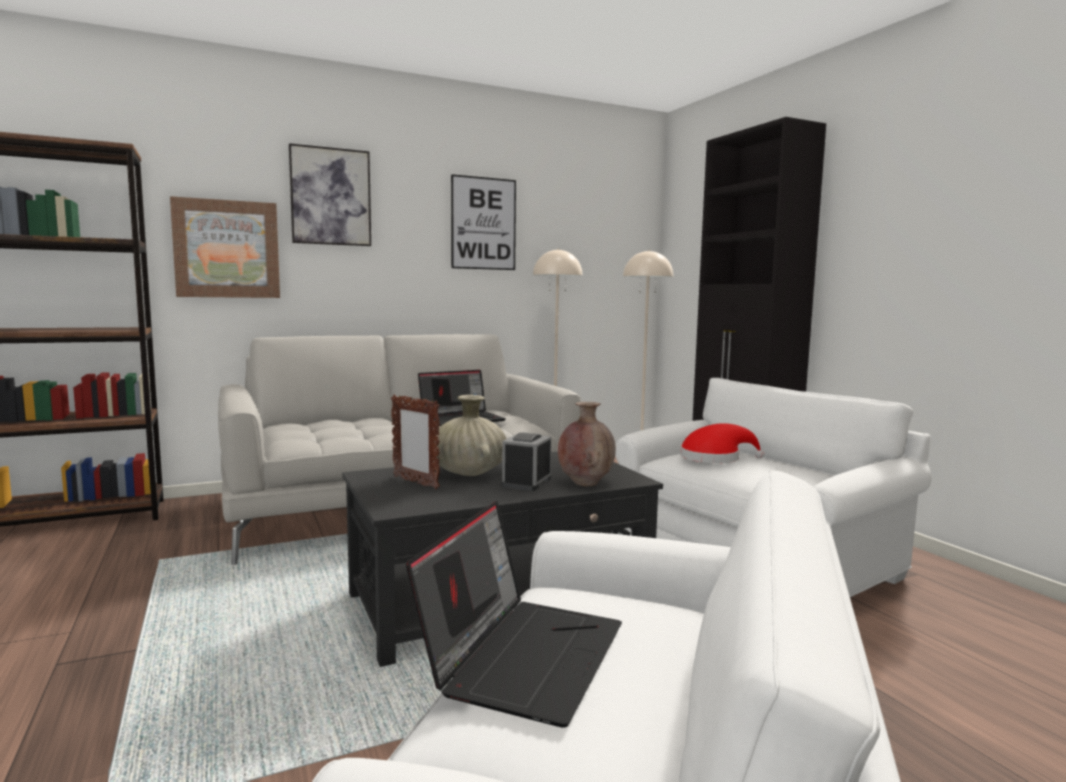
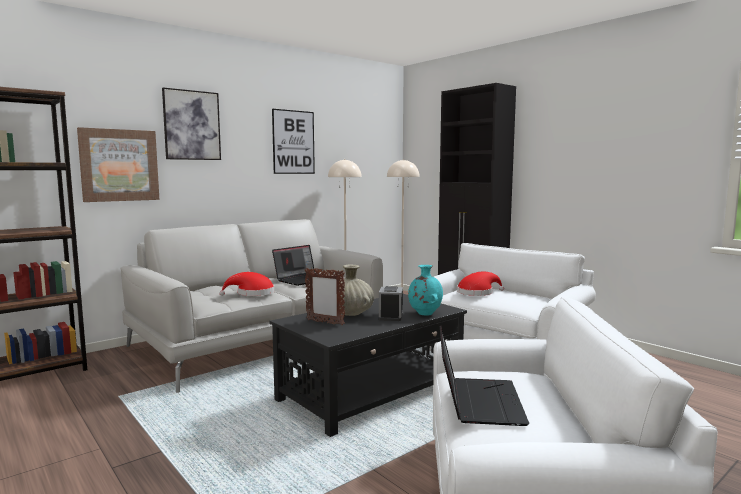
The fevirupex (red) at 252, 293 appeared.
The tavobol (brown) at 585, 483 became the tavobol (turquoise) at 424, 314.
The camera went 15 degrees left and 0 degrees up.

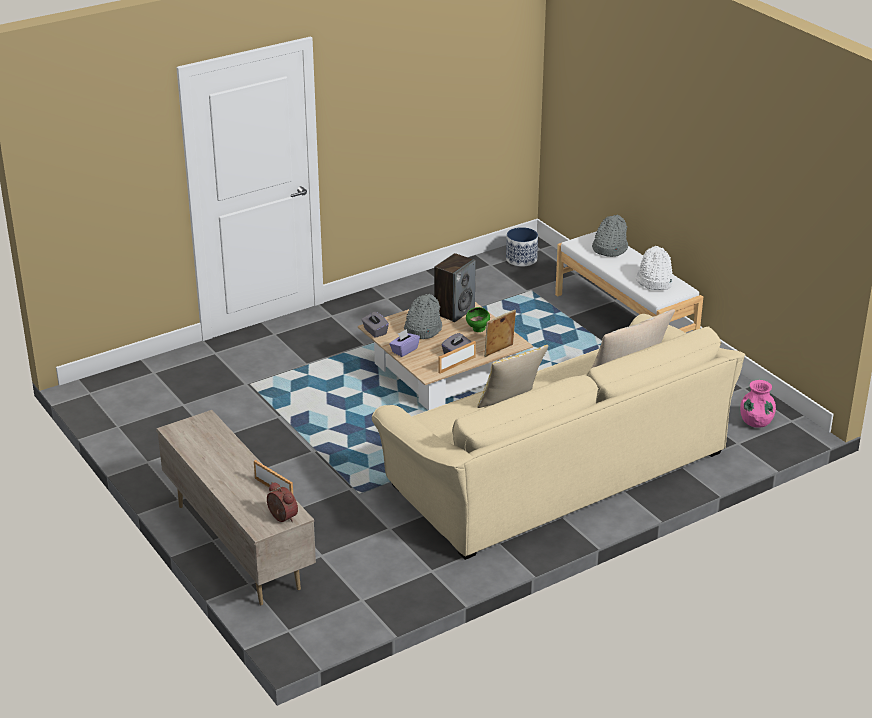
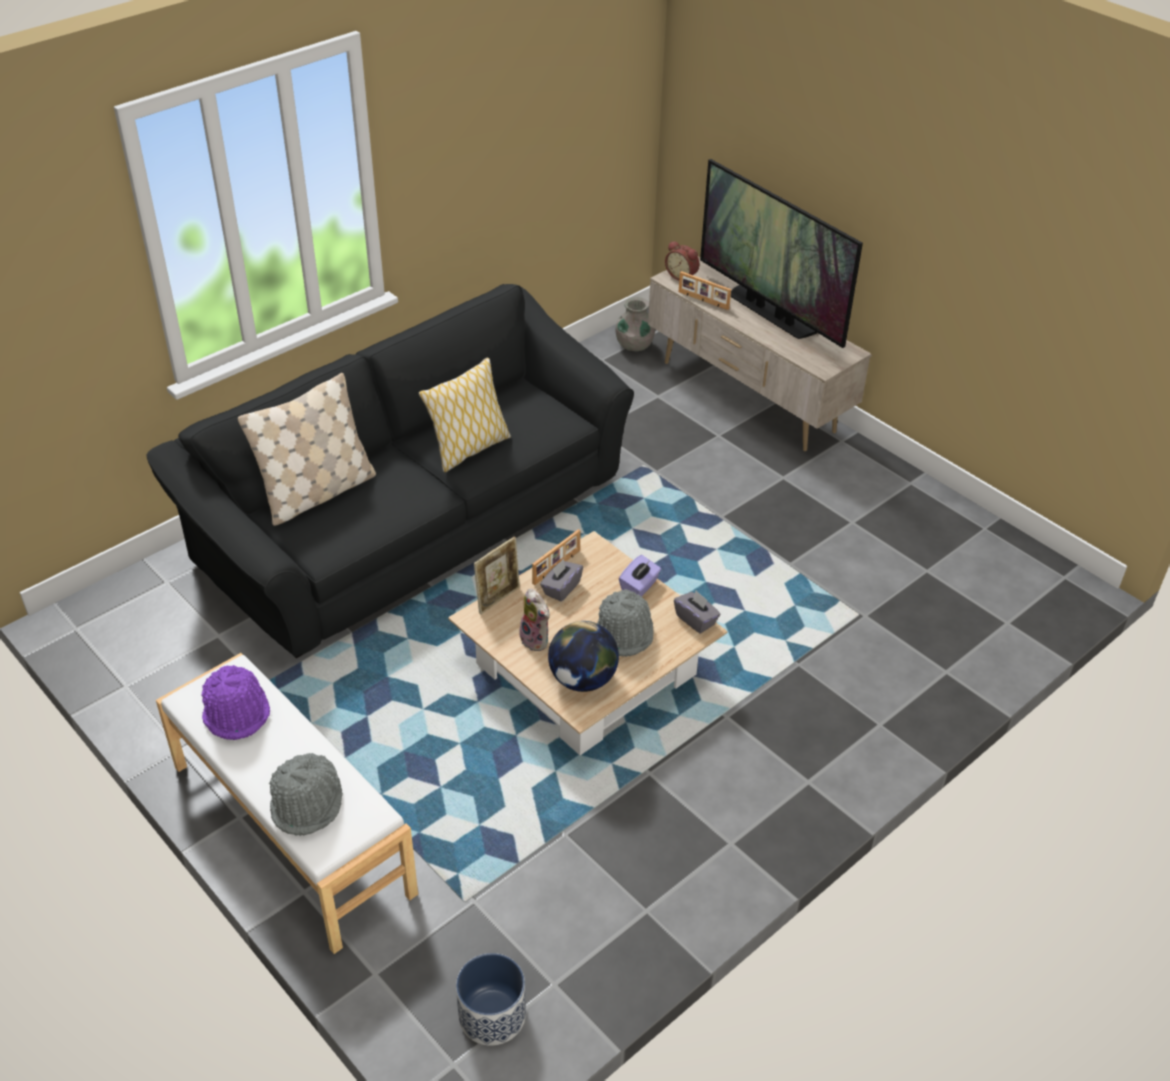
The tavobol (pink) at 755, 422 disappeared.
The tavobol (grey) at 634, 345 appeared.
The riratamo at 770, 313 appeared.
The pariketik at 454, 311 was replaced by the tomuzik at 583, 680.
The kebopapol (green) at 478, 330 was replaced by the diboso at 537, 640.
The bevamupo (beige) at 555, 468 became the bevamupo (black) at 413, 520.
The fevirupex (white) at 654, 281 became the fevirupex (purple) at 237, 712.
The camera went 170 degrees right and 10 degrees up.

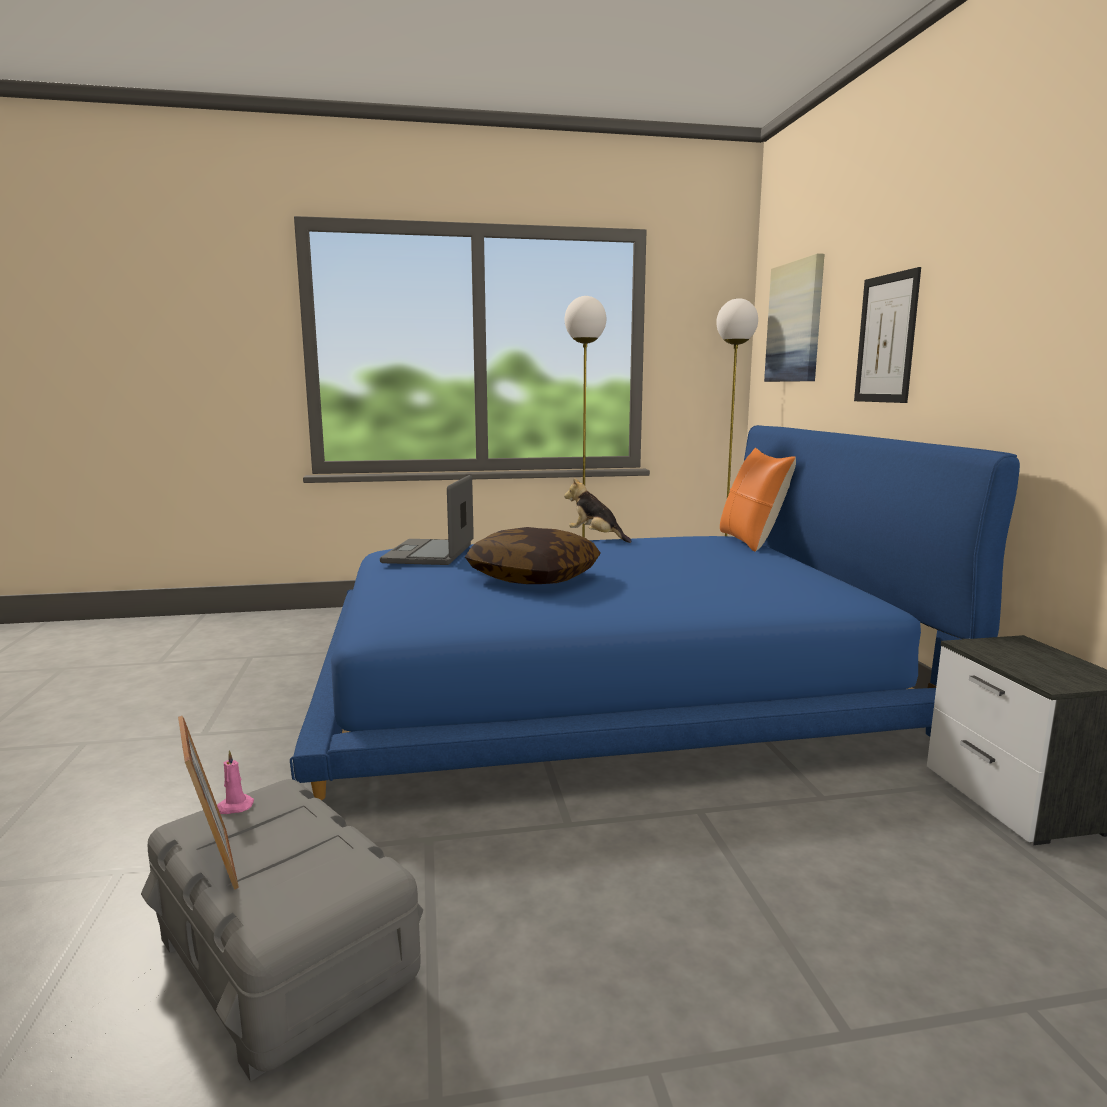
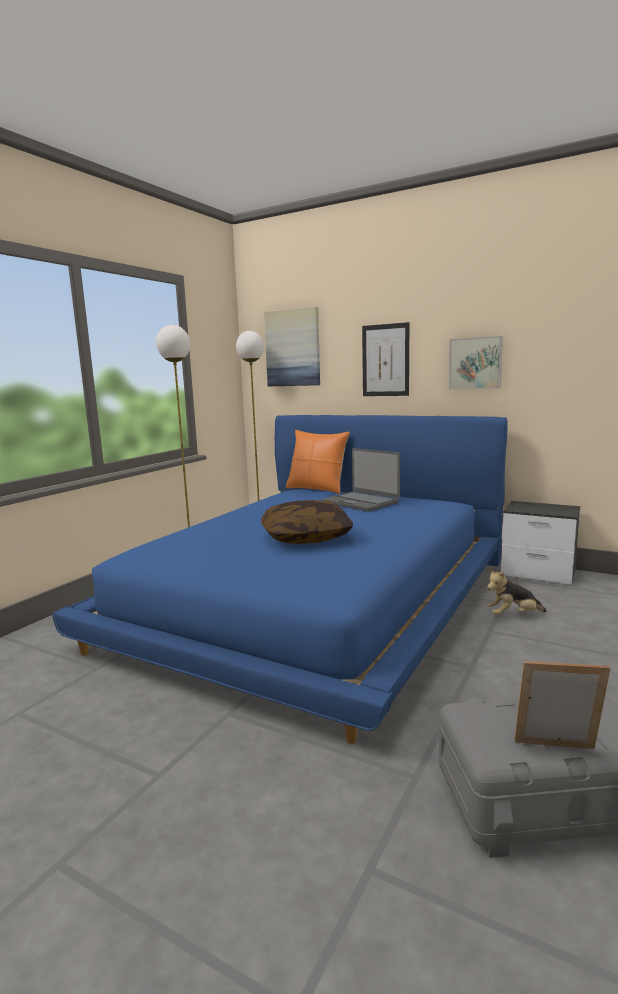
The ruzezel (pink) at 233, 807 disappeared.
The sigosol at 475, 363 appeared.
The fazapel moved from 430, 554 to 361, 502.
The diboso moved from 596, 537 to 513, 615.
The camera went 50 degrees left and 0 degrees up.

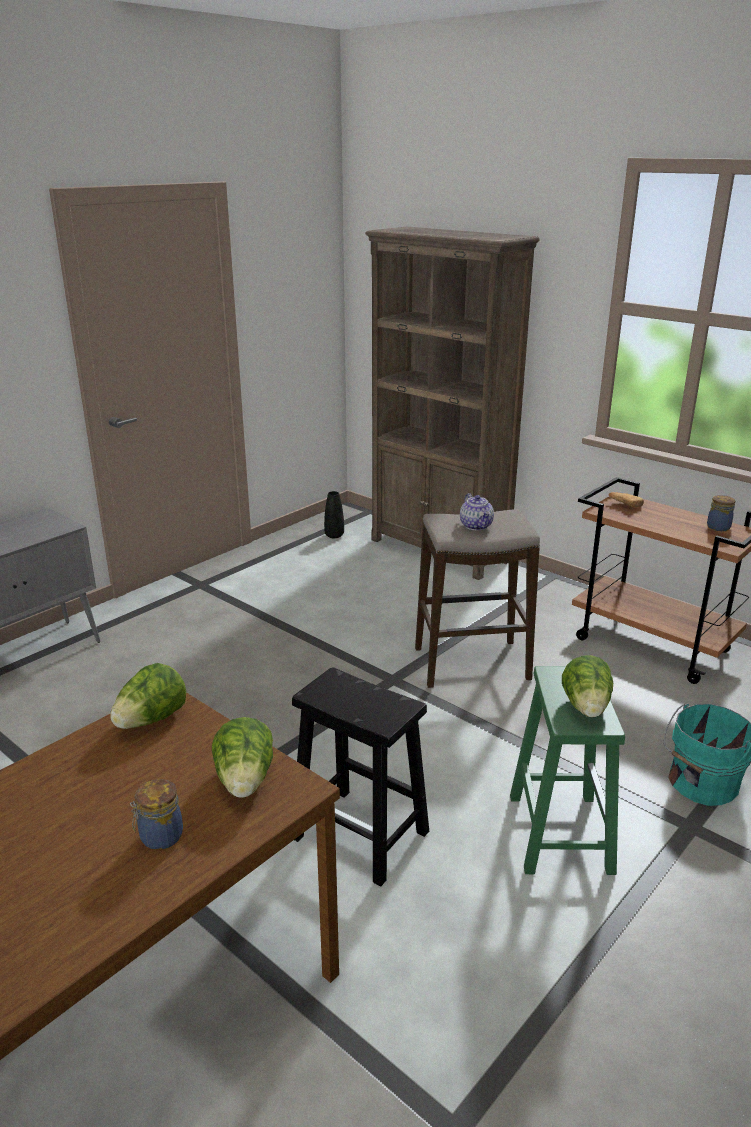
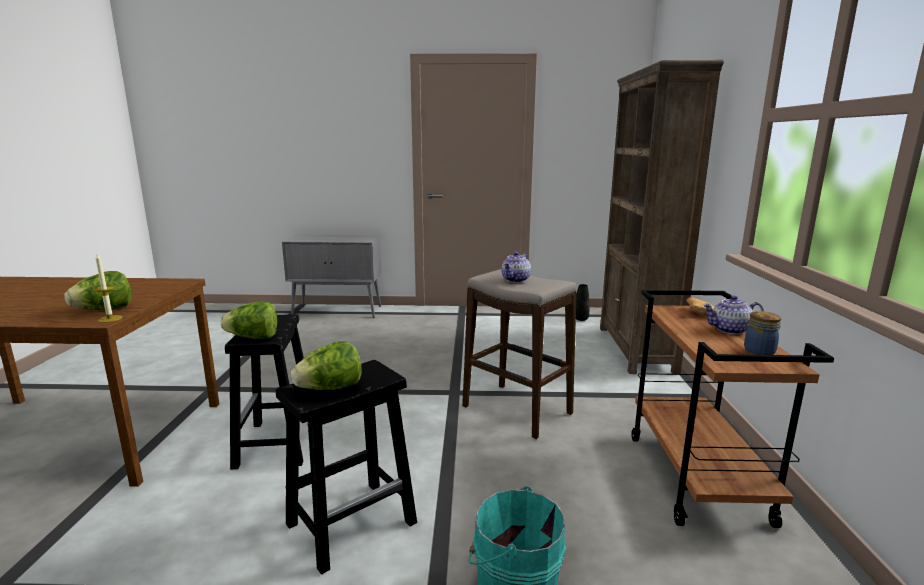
The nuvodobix at 159, 837 disappeared.
The ruzezel at 110, 319 appeared.
The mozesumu at 729, 330 appeared.
The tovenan moved from 151, 720 to 253, 338.
The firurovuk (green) at 559, 831 became the firurovuk (black) at 353, 522.
The camera went 50 degrees right and 10 degrees down.

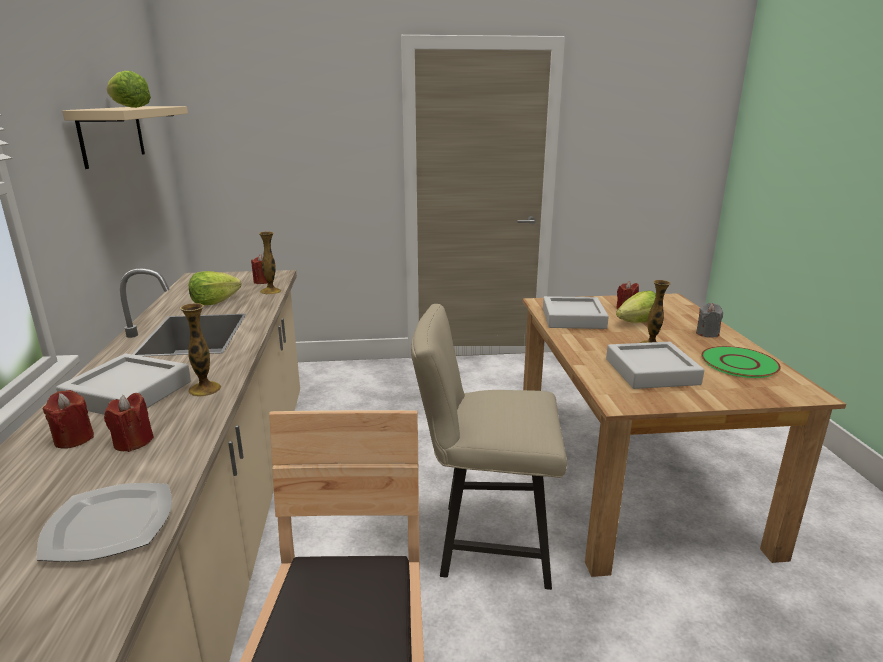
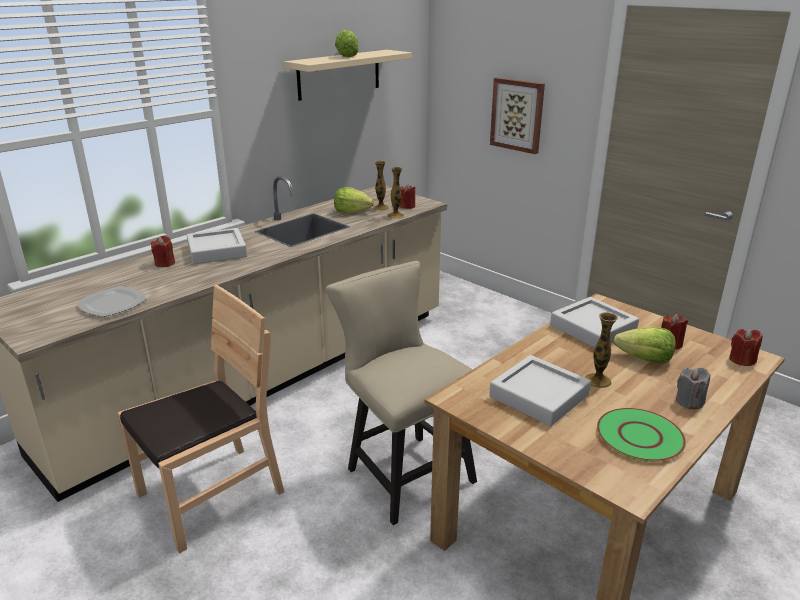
The sigosol at 517, 115 appeared.
The ruzezel (red) moved from 133, 442 to 742, 360.
The tavobol moved from 204, 389 to 381, 207.
The camera went 50 degrees right and 5 degrees up.

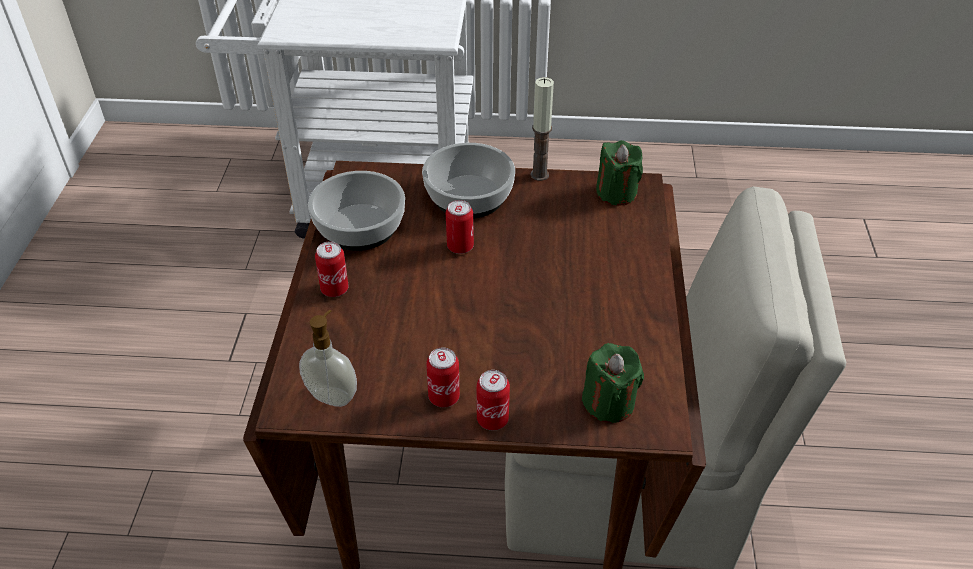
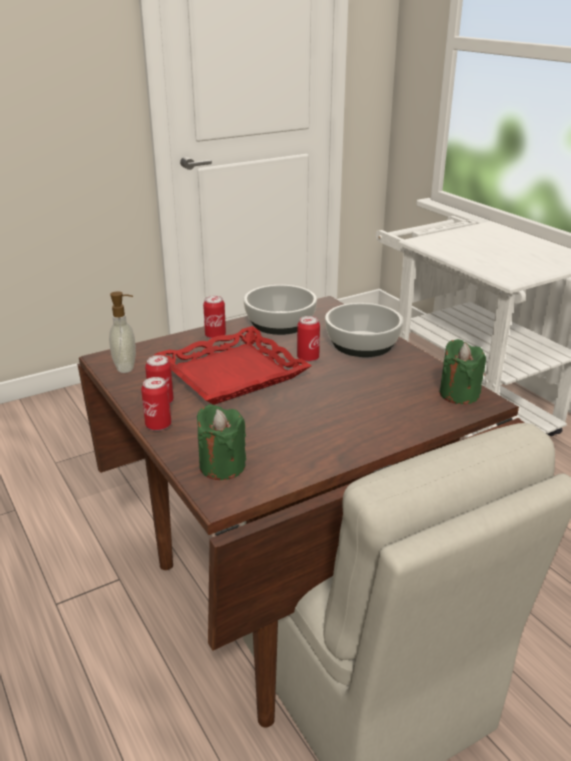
The ruzezel at 539, 175 disappeared.
The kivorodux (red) at 232, 374 appeared.
The camera went 55 degrees right and 15 degrees down.

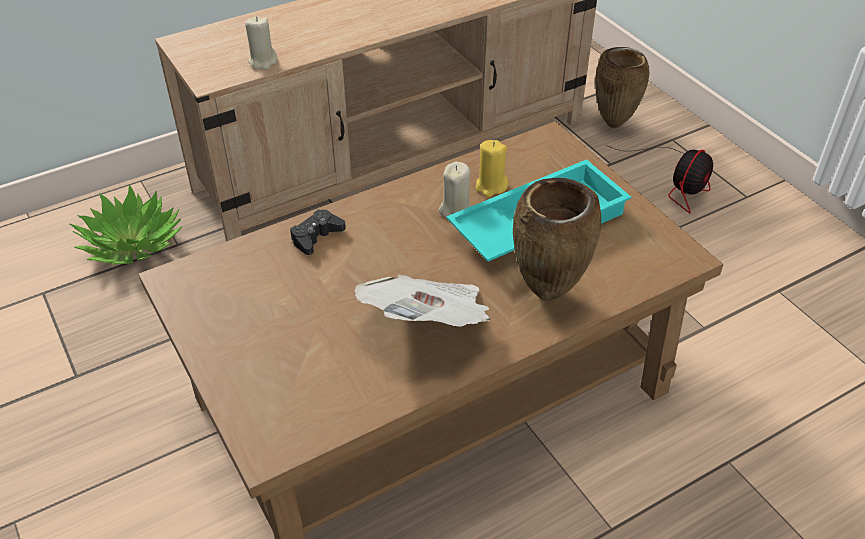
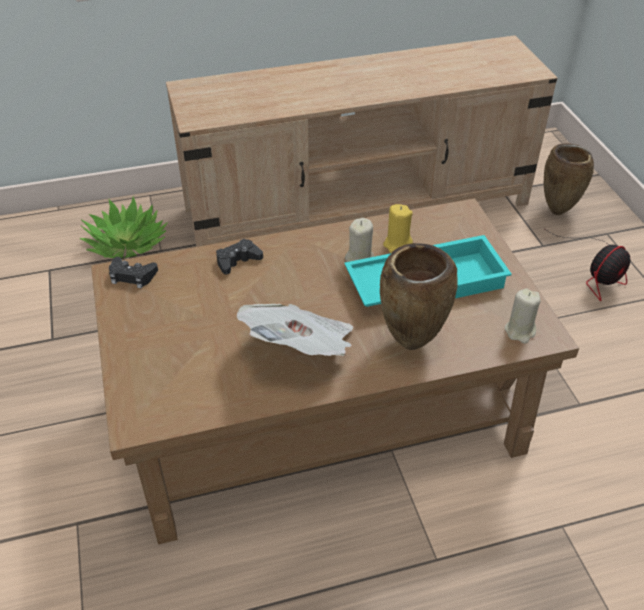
The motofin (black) at 132, 276 appeared.
The ruzezel (beige) moved from 263, 61 to 520, 331.
The camera went 15 degrees right and 0 degrees up.

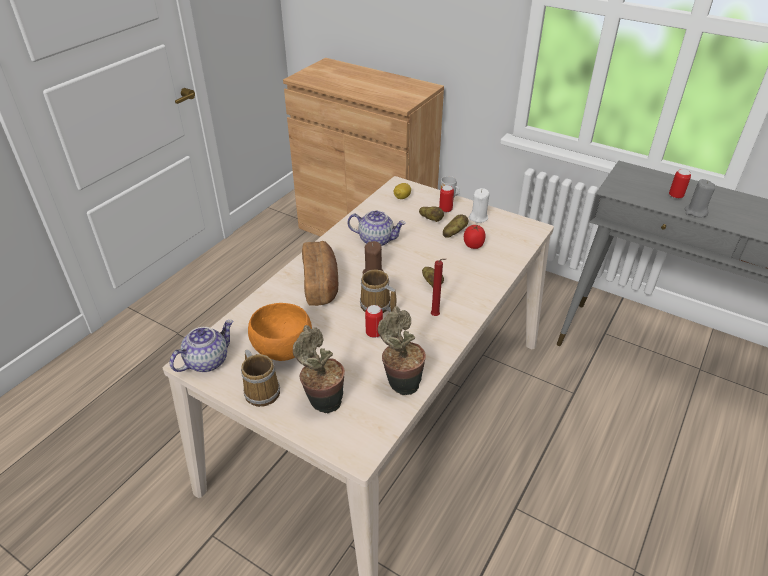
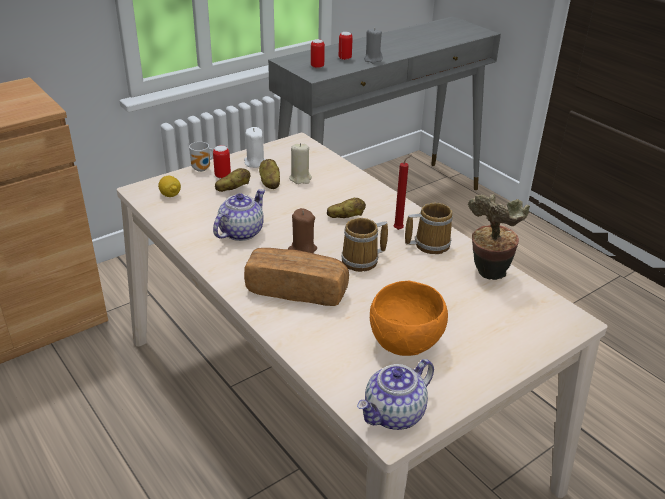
The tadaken at 322, 401 disappeared.
The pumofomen moved from 262, 390 to 429, 244.
The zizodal moved from 374, 333 to 317, 66.
The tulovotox at 473, 245 was replaced by the ruzezel (beige) at 300, 178.
The mozesumu at 207, 361 turned 105 degrees counterclockwise.
The camera went 70 degrees left and 5 degrees down.

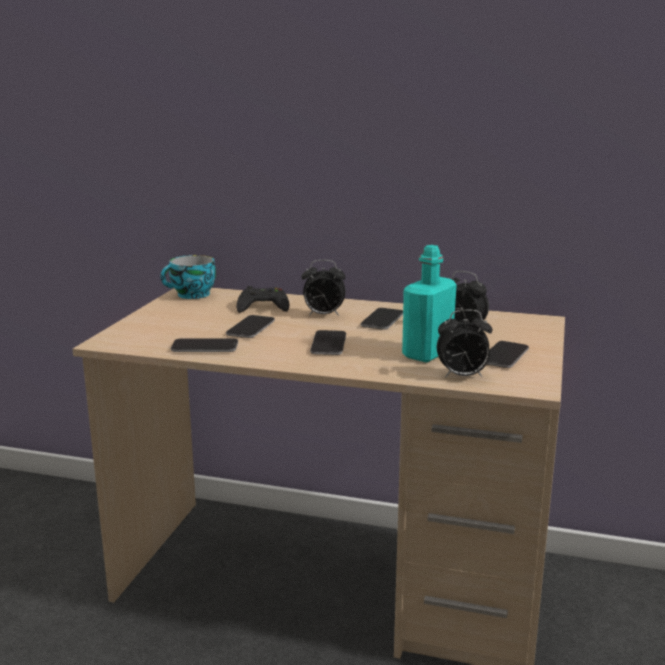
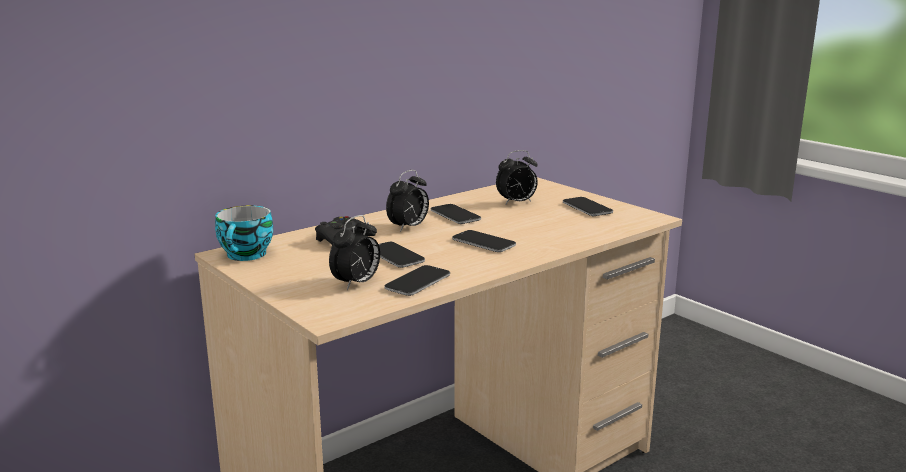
The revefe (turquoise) at 427, 353 disappeared.
The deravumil moved from 462, 376 to 356, 284.
The camera went 55 degrees left and 0 degrees up.

